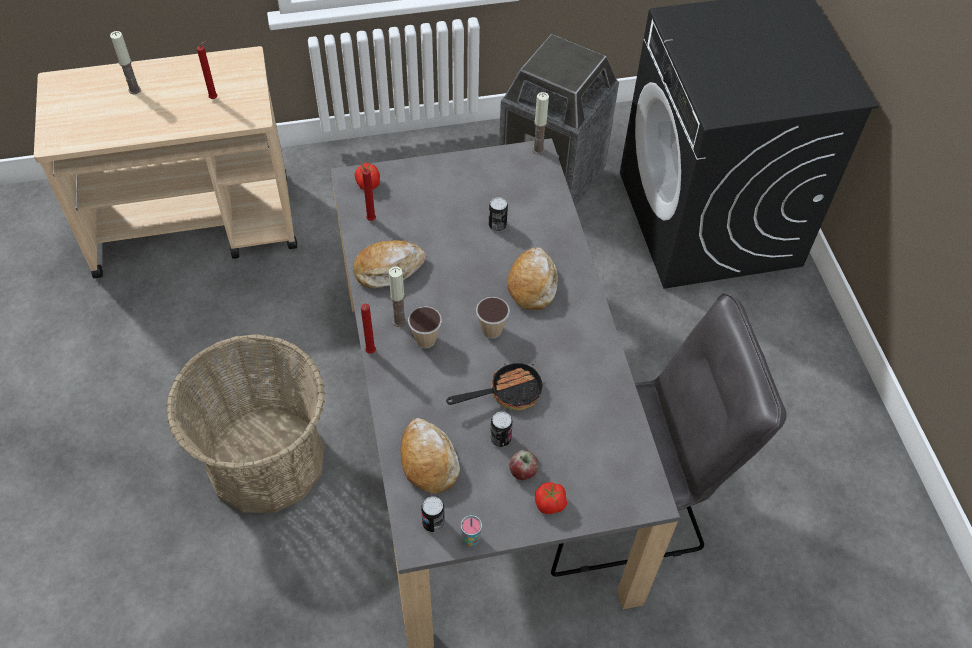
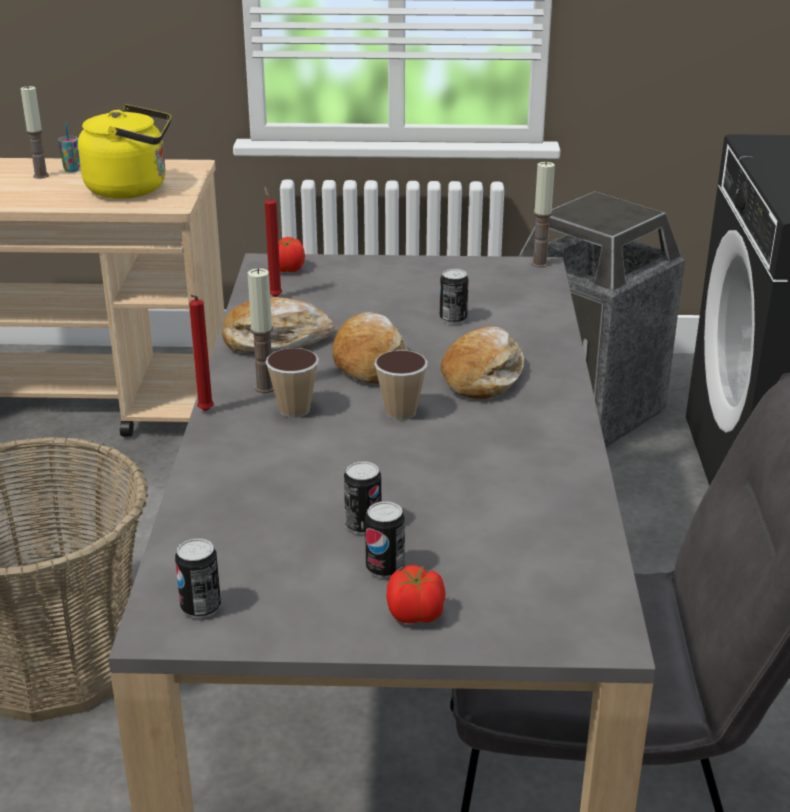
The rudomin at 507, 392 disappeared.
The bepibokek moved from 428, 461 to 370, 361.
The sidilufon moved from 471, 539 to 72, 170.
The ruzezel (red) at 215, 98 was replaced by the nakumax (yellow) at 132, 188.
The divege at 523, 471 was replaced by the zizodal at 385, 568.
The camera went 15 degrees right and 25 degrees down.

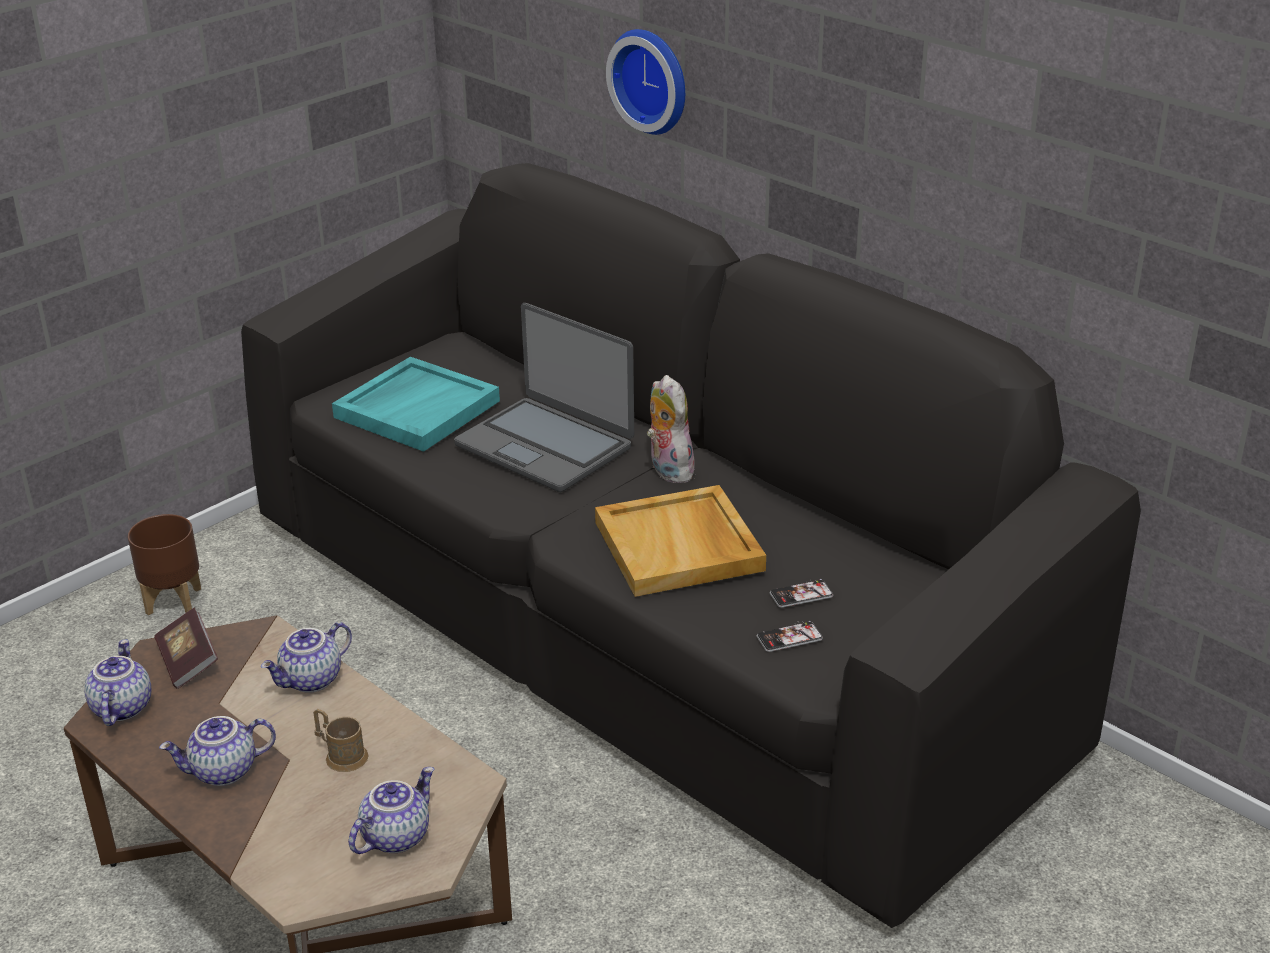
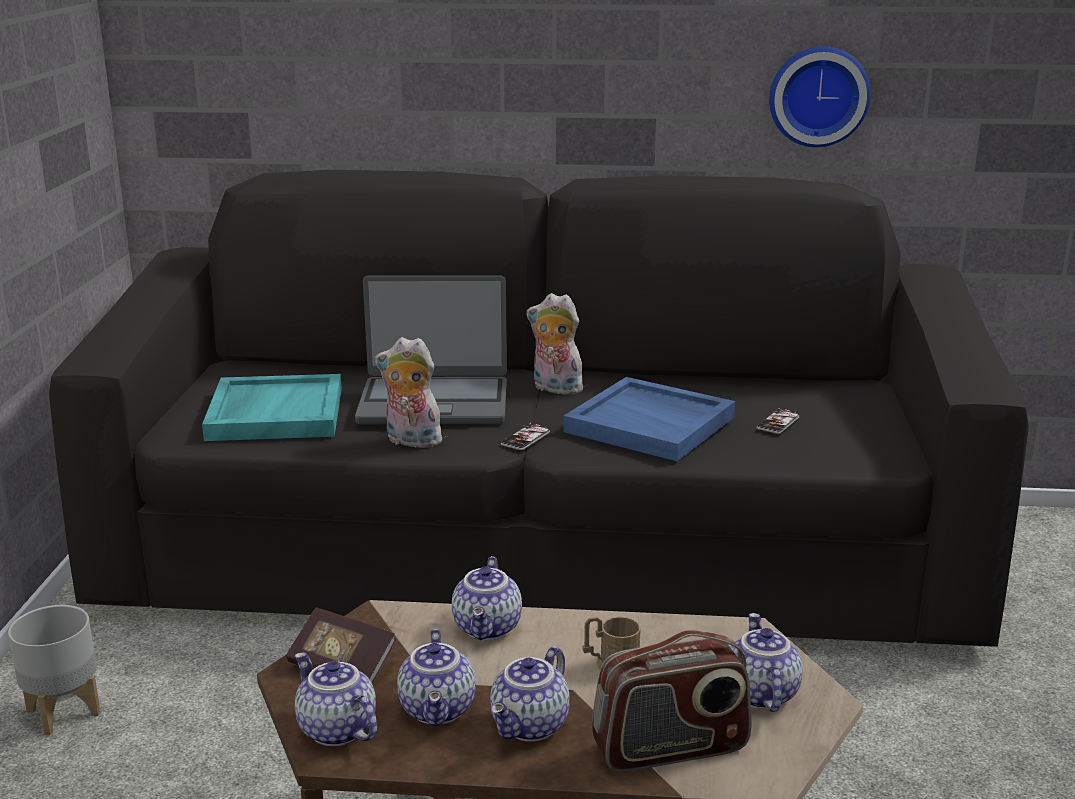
The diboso at 410, 441 appeared.
The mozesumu at 439, 710 appeared.
The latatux at 670, 749 appeared.
The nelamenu moved from 653, 80 to 818, 96.
The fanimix moved from 789, 638 to 525, 438.
The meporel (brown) at 174, 600 became the meporel (grey) at 63, 711.
The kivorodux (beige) at 680, 546 became the kivorodux (blue) at 651, 424.
The camera went 40 degrees left and 10 degrees down.

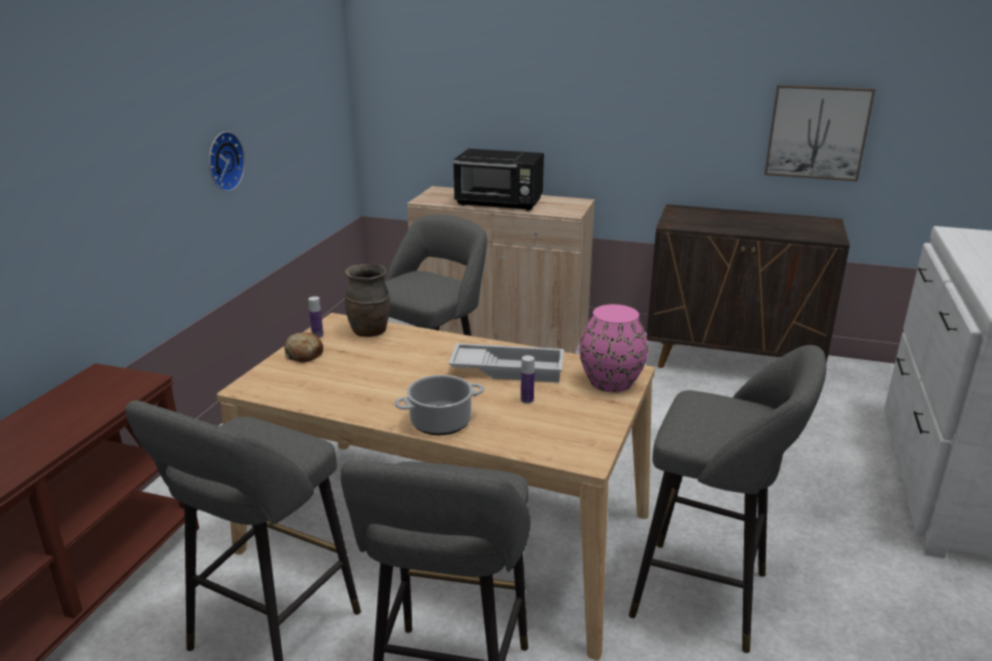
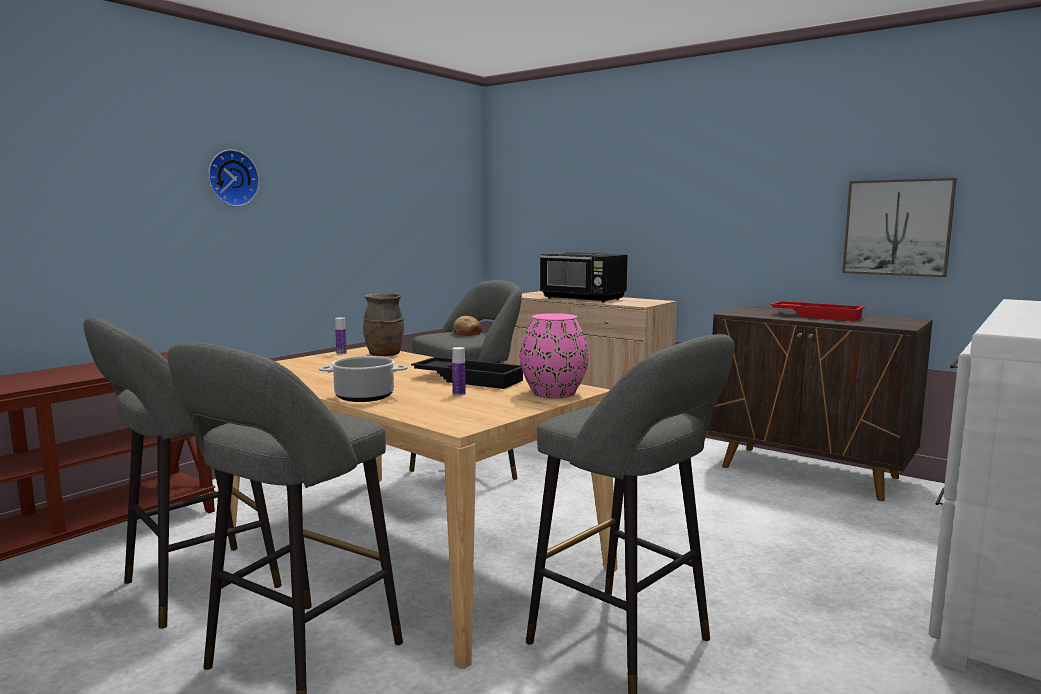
The kivorodux (red) at 817, 316 appeared.
The nelamenu moved from 223, 161 to 231, 178.
The bepibokek moved from 304, 354 to 466, 333.
The kivorodux (white) at 508, 368 became the kivorodux (black) at 470, 379.
The camera went 20 degrees right and 15 degrees down.

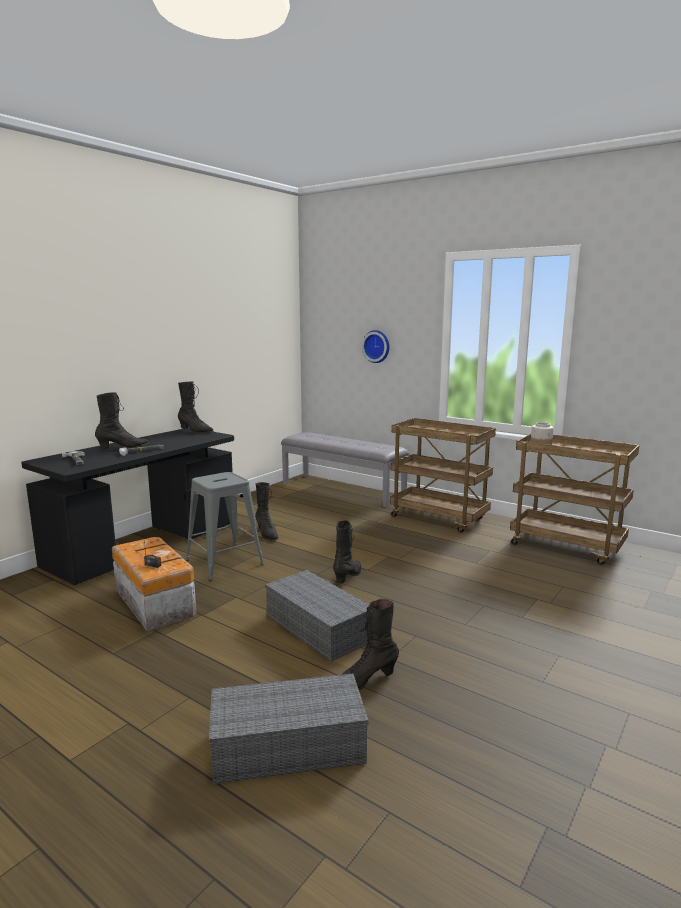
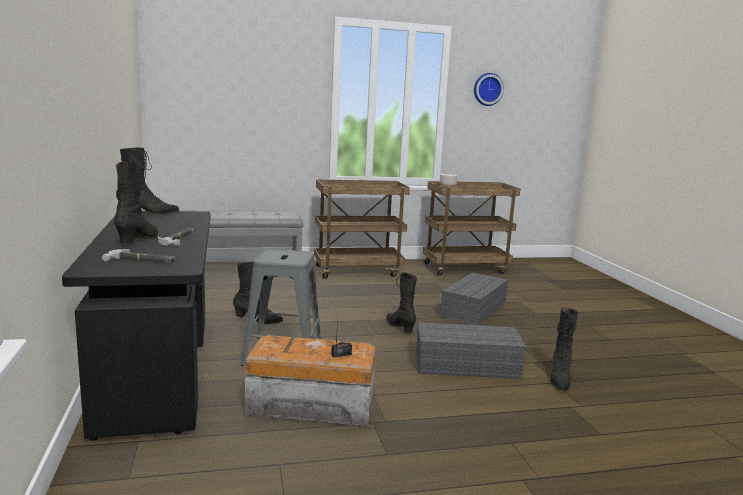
The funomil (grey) moved from 286, 747 to 474, 310.
The nelamenu moved from 377, 346 to 487, 89.
The camera went 50 degrees left and 0 degrees up.

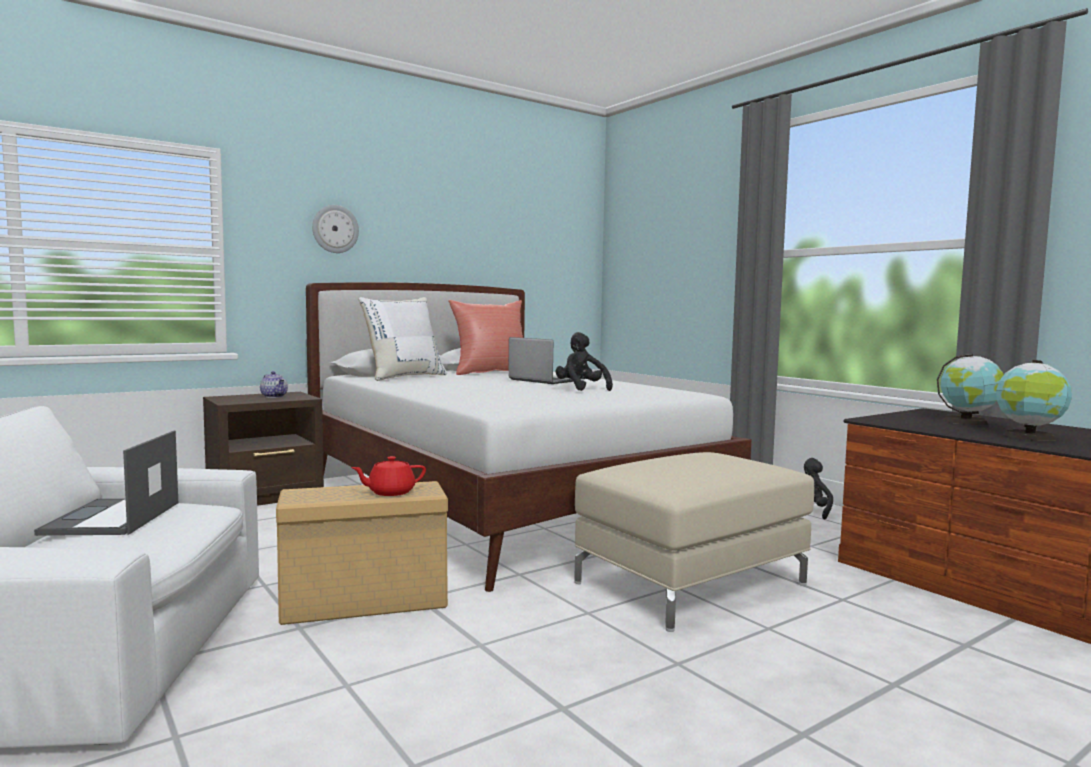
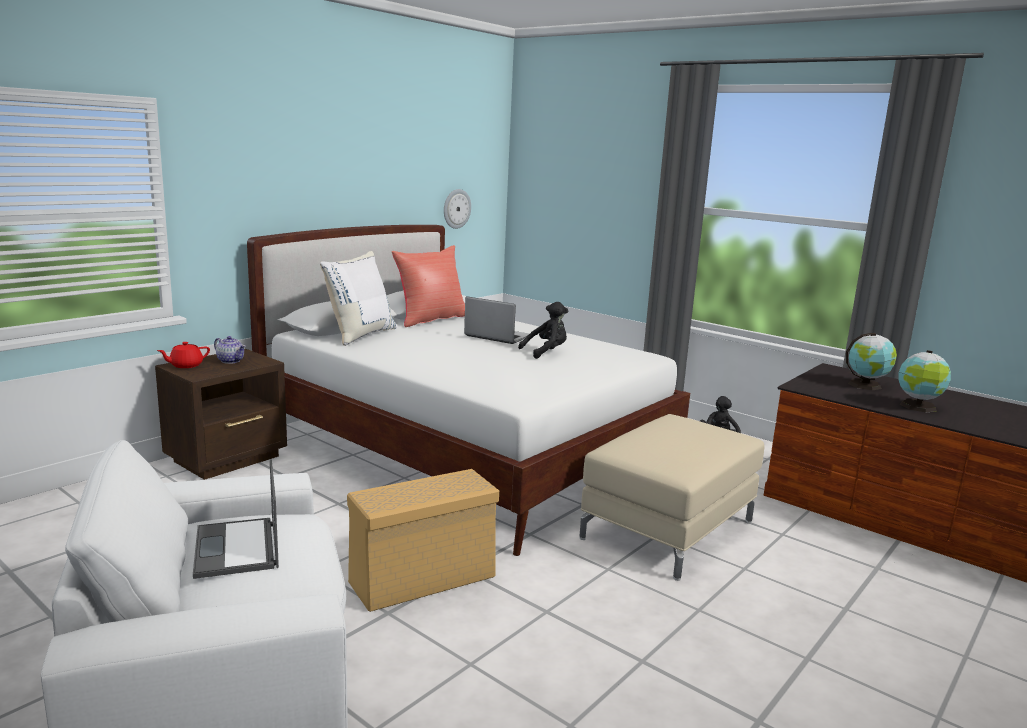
The nelamenu moved from 335, 229 to 456, 208.
The mozesumu (red) moved from 390, 492 to 185, 365.
The diboso (black) at 581, 389 turned 105 degrees clockwise.
The camera went 15 degrees left and 10 degrees up.

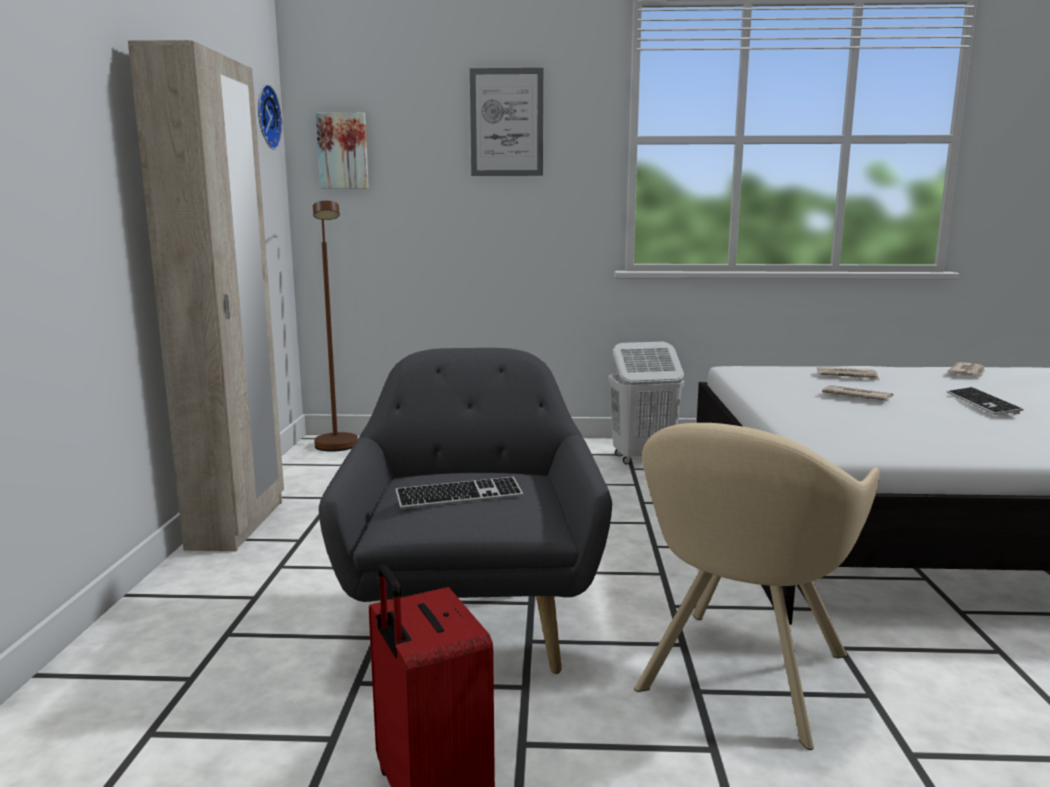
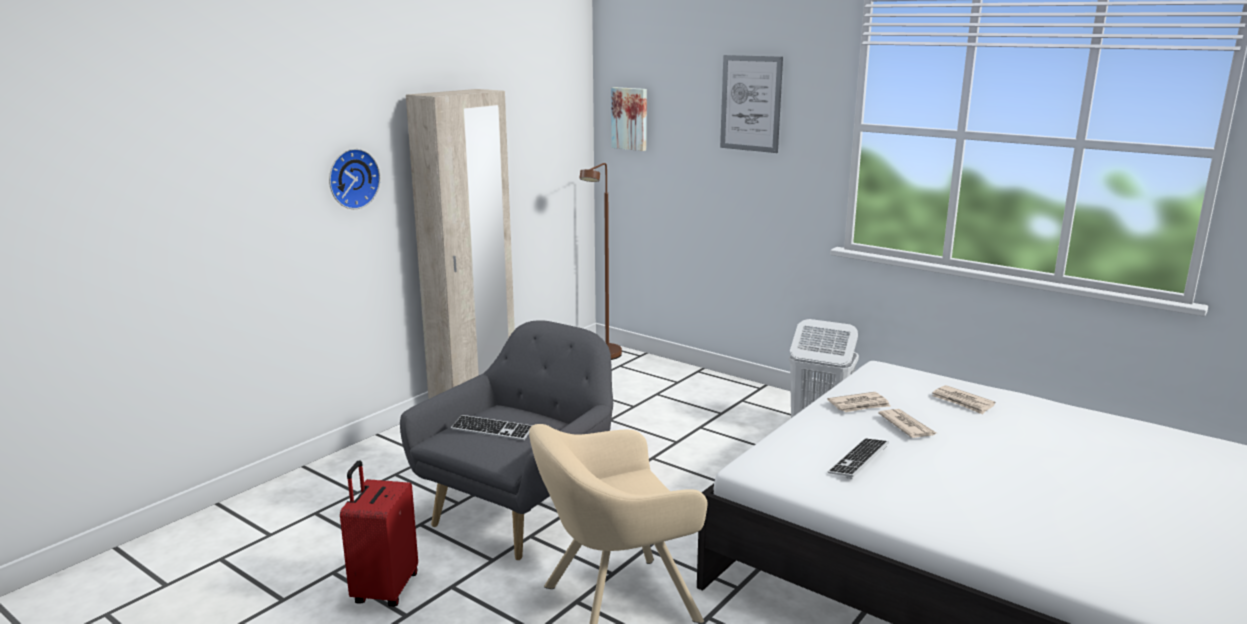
The nelamenu moved from 265, 117 to 352, 178.
The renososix moved from 968, 373 to 859, 405.
The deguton moved from 982, 403 to 858, 459.
The camera went 35 degrees right and 5 degrees up.

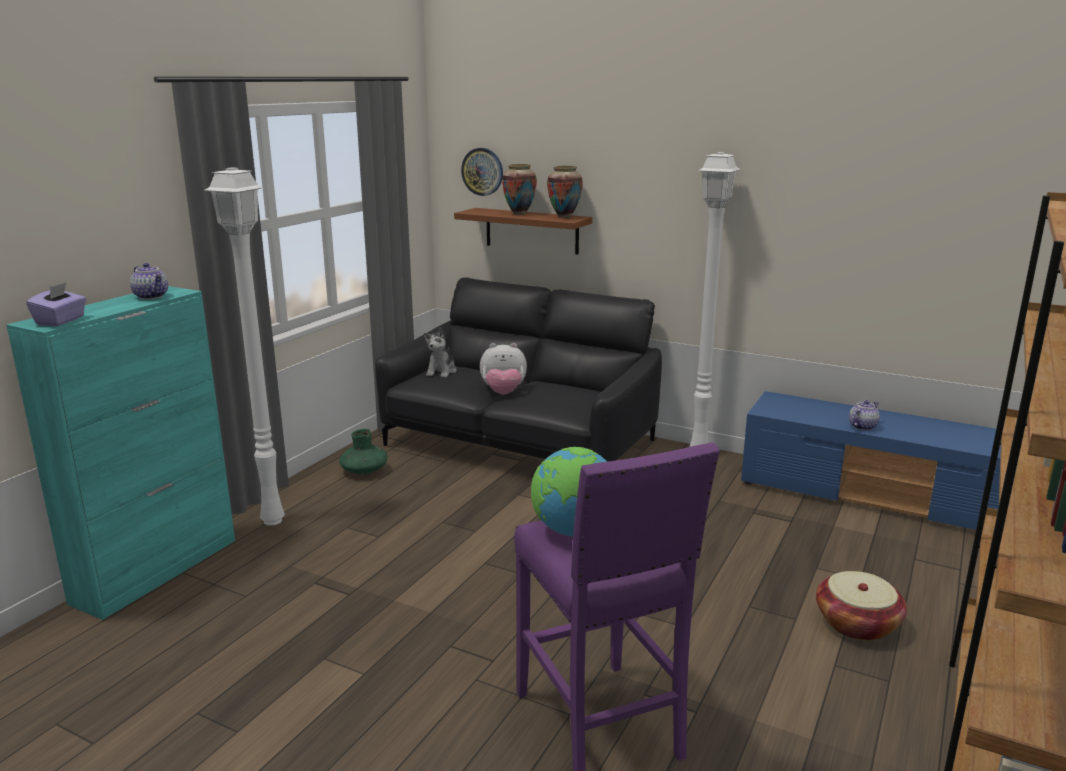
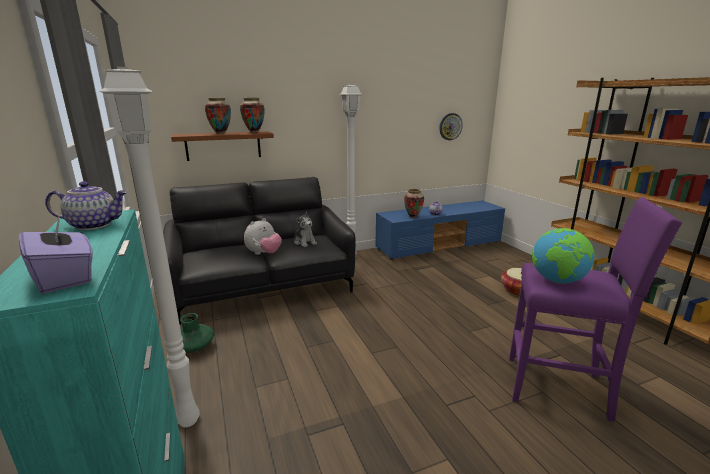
The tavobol at 413, 216 appeared.
The diboso moved from 441, 372 to 304, 242.
The nelamenu moved from 482, 171 to 450, 126.
The camera went 50 degrees left and 0 degrees up.

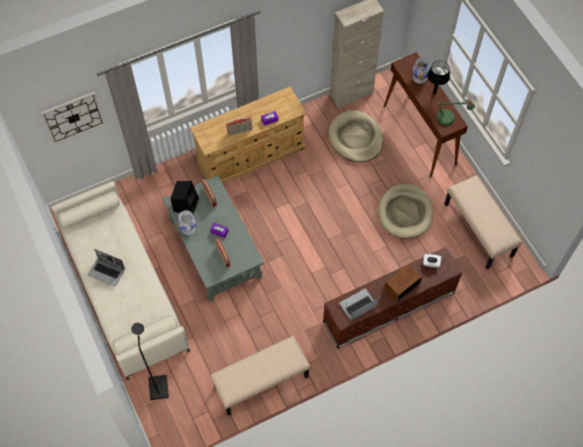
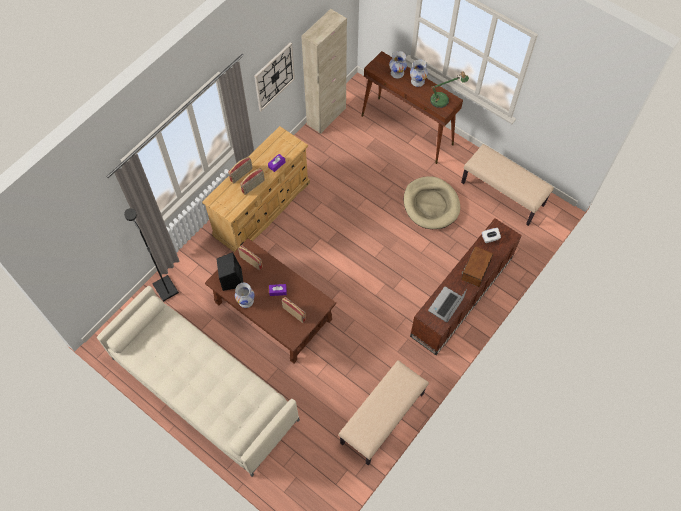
The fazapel at 107, 272 disappeared.
The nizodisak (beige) at 355, 138 disappeared.
The latatux at 241, 175 appeared.
The nelamenu moved from 73, 117 to 274, 76.
The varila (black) moved from 158, 387 to 165, 289.
The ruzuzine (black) at 434, 93 was replaced by the tavobol (white) at 417, 82.
The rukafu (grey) at 214, 248 became the rukafu (brown) at 272, 311.
The camera went 25 degrees left and 0 degrees up.

